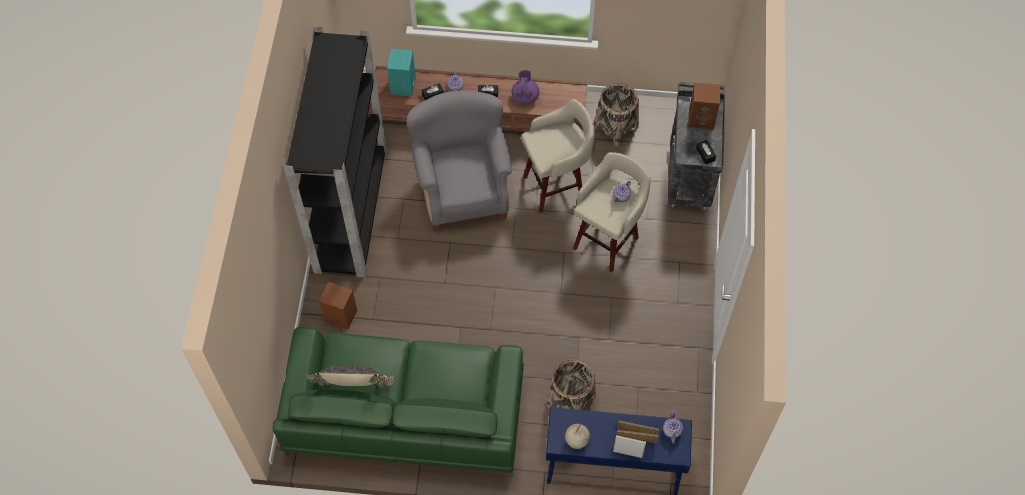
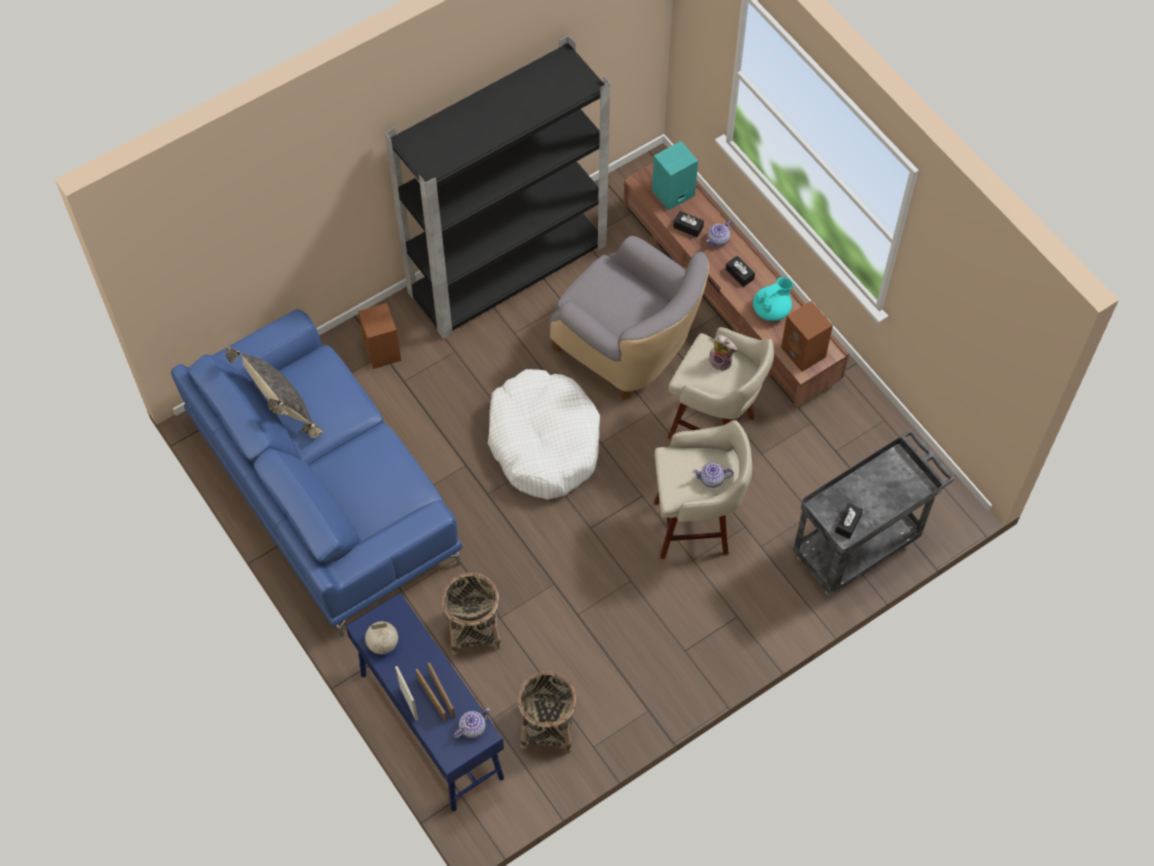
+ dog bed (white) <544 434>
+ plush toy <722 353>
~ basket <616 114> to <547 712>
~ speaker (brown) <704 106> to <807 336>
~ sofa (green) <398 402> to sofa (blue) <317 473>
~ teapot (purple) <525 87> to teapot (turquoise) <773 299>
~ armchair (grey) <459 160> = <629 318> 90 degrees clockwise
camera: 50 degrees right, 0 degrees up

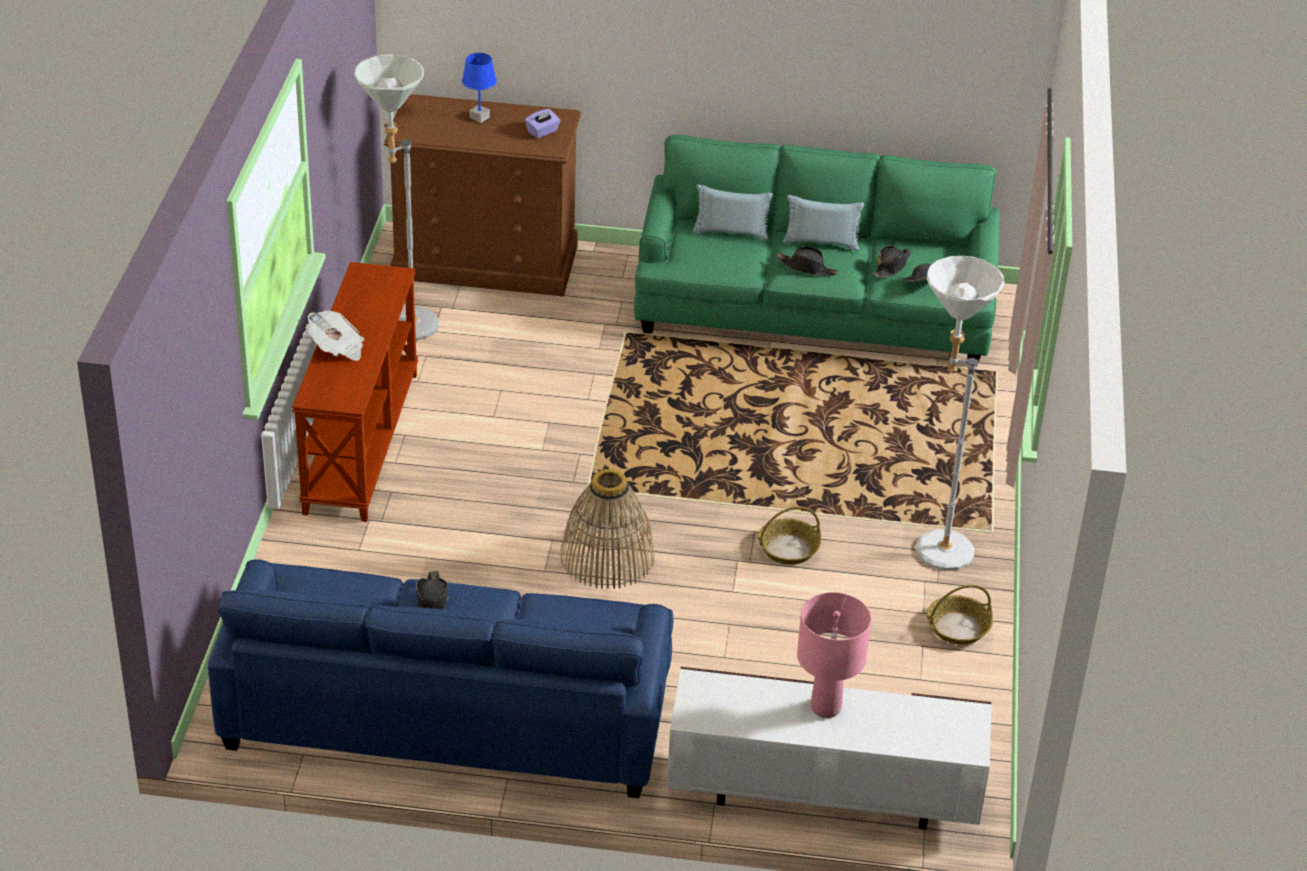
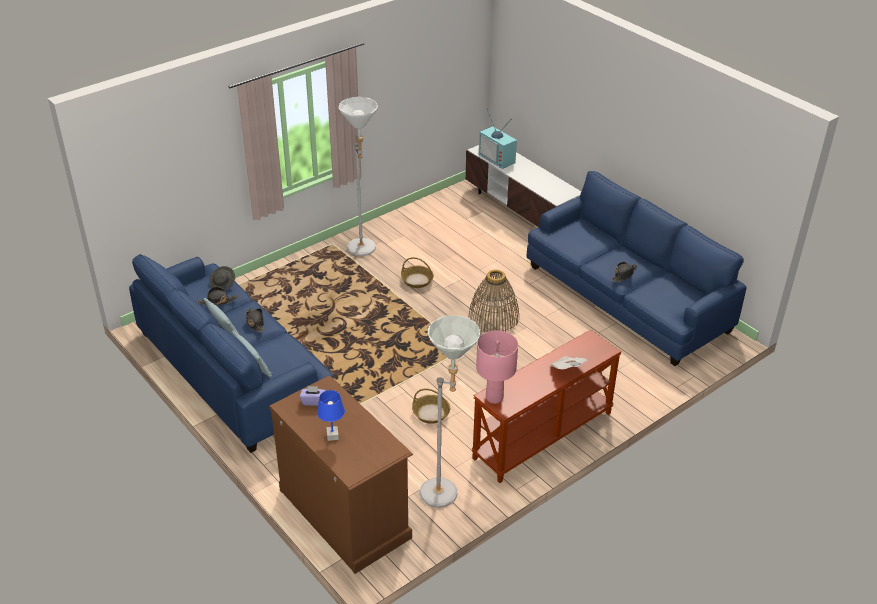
+ television <498 138>
~ table lamp (pink) <834 655> to <497 367>
~ basket <960 615> to <431 406>
~ sofa (green) <817 251> to sofa (blue) <231 353>
camera: 135 degrees left, 0 degrees up

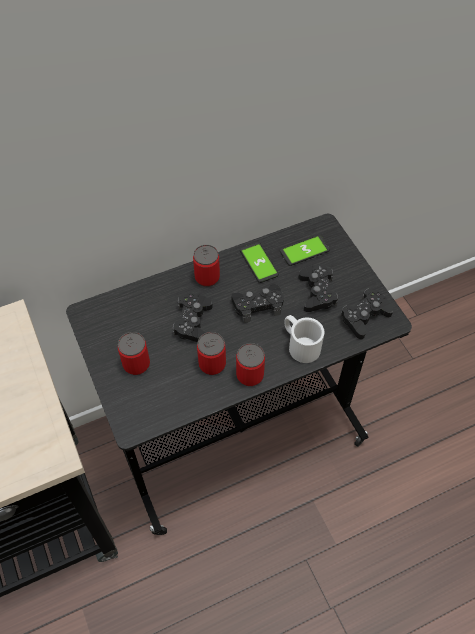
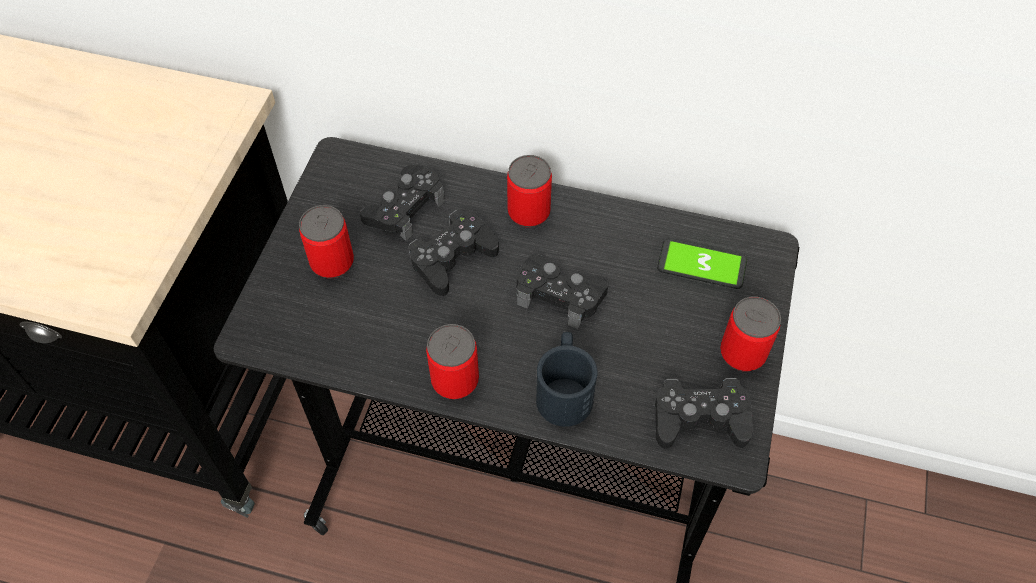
- phone <259 262>
~ can <211 353> to <750 334>
~ game controller (black) <318 288> to <402 203>
~ mug (white) <304 339> to mug (black) <566 379>
camera: 40 degrees right, 0 degrees up

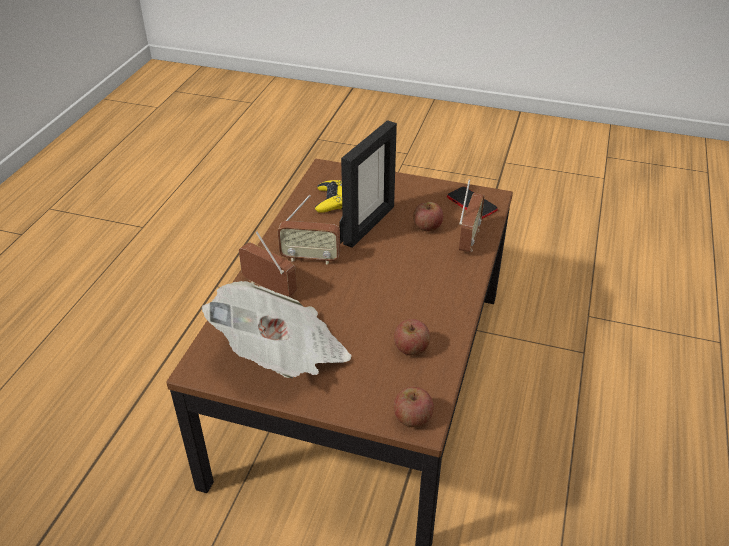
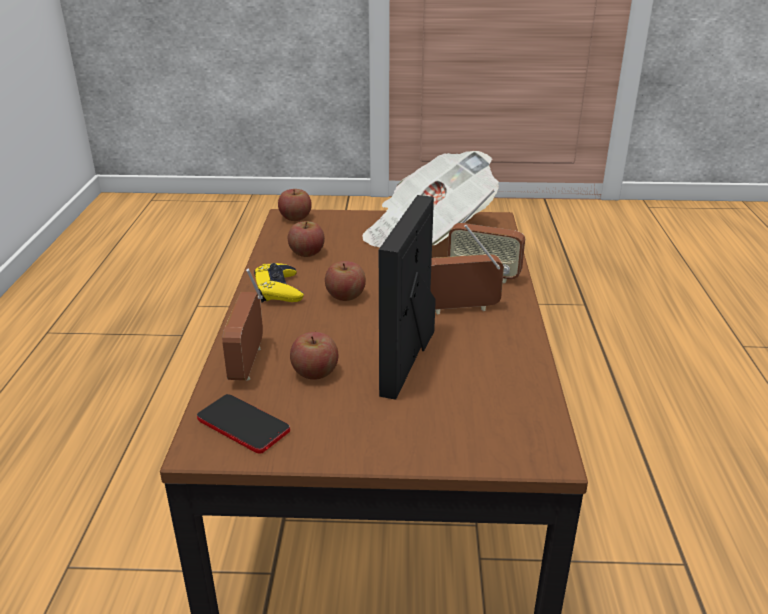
+ apple <345 281>
~ game controller (yellow) <328 196> to <279 282>
camera: 165 degrees right, 10 degrees down

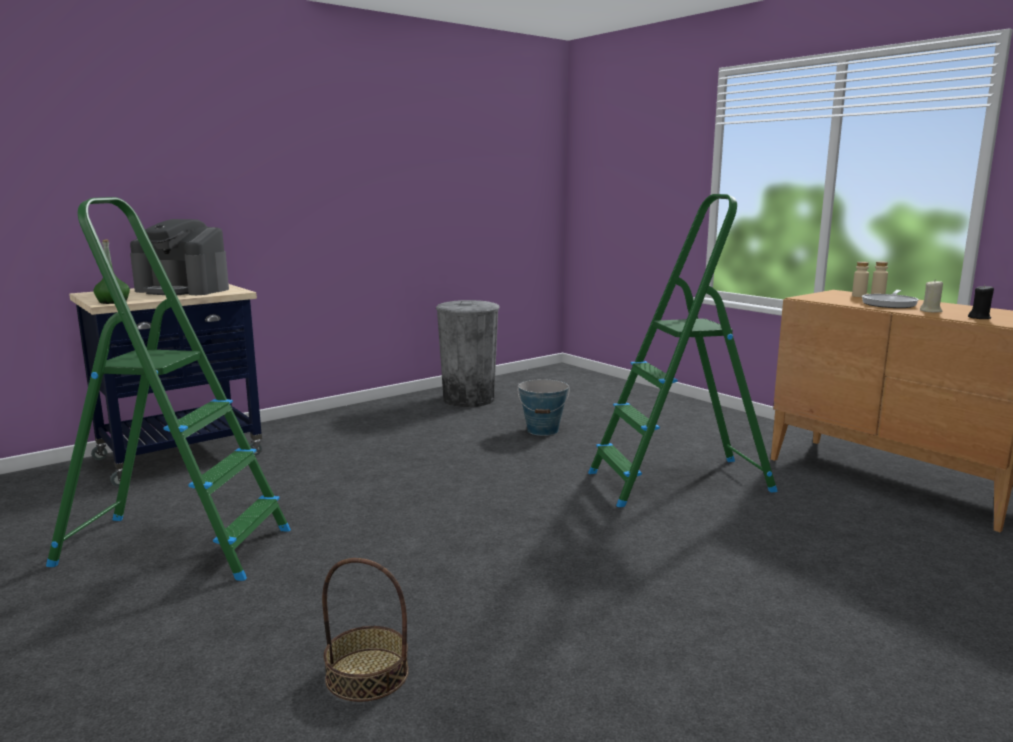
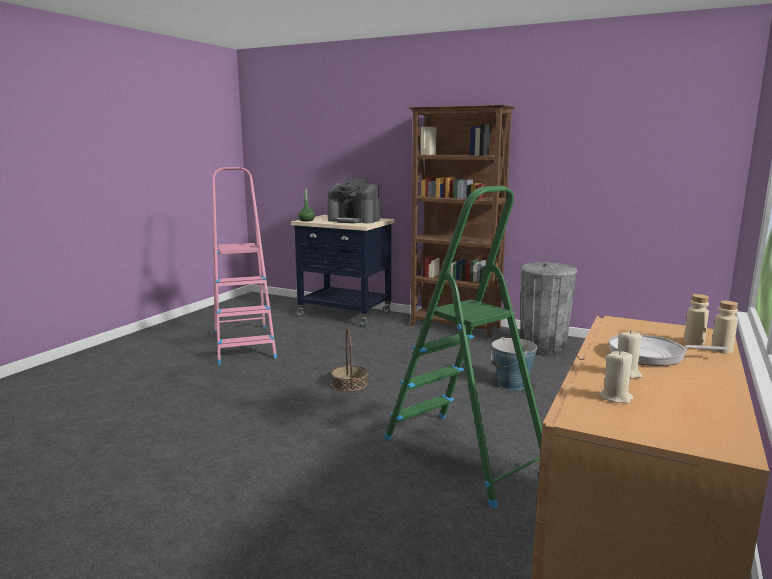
+ bookcase (brown) <462 221>
~ basket <365 630> to <349 360>
~ step ladder (green) <168 389> to step ladder (pink) <244 266>
~ candle (black) <981 302> to candle (beige) <616 376>
~ coffee machine <179 257> = <353 201> 60 degrees counterclockwise
camera: 65 degrees right, 0 degrees up

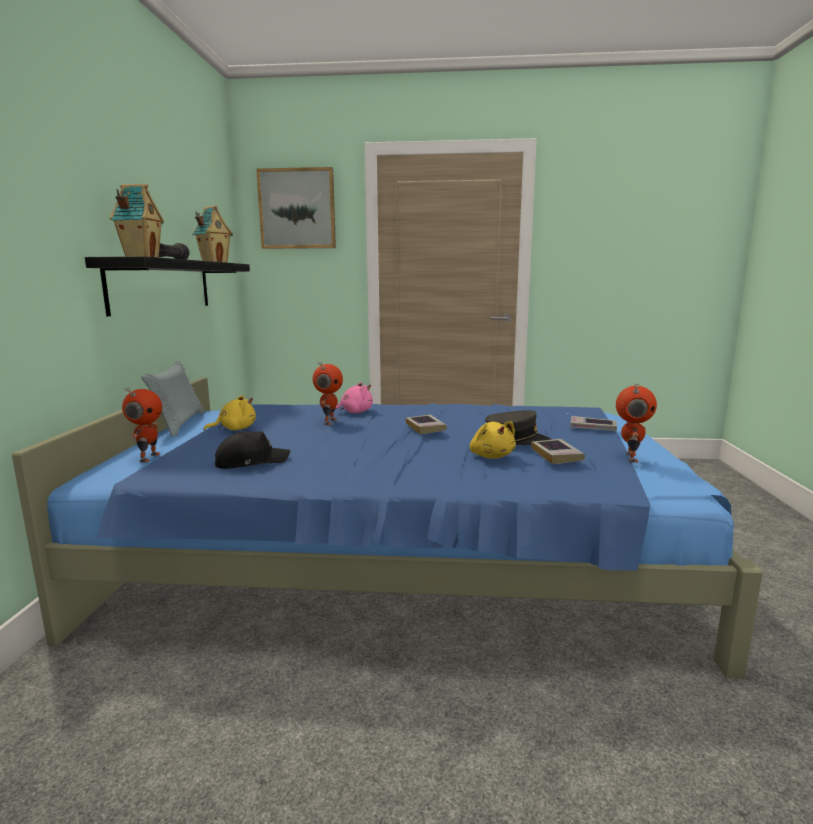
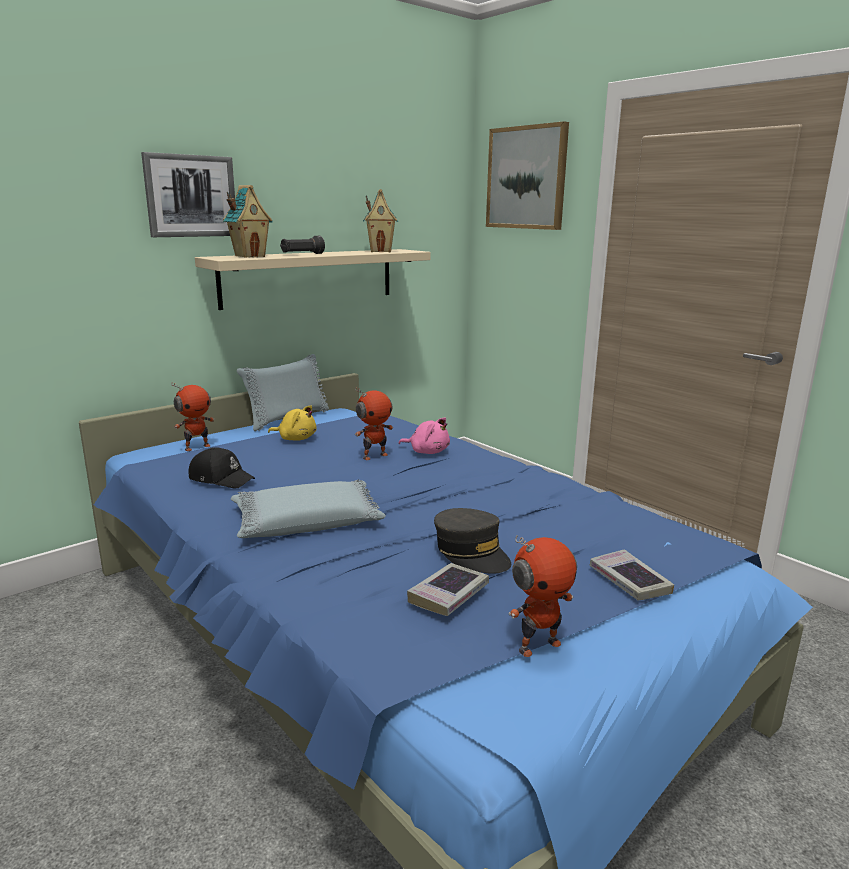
- book <426 424>
- plush toy (yellow) <493 440>
+ picture <188 194>
+ pillow (blue) <308 508>
~ shelf (black) <167 286> to shelf (beige) <313 279>
camera: 45 degrees right, 5 degrees up

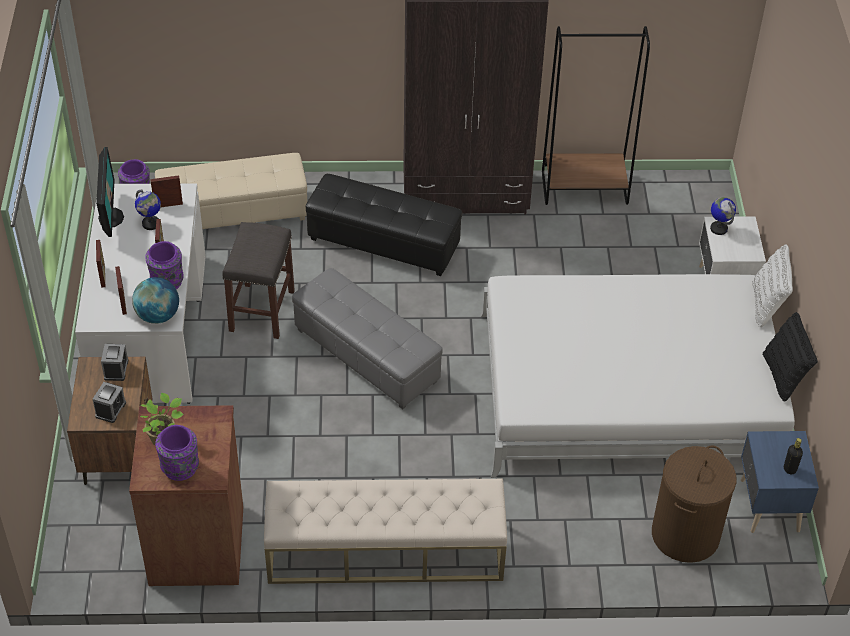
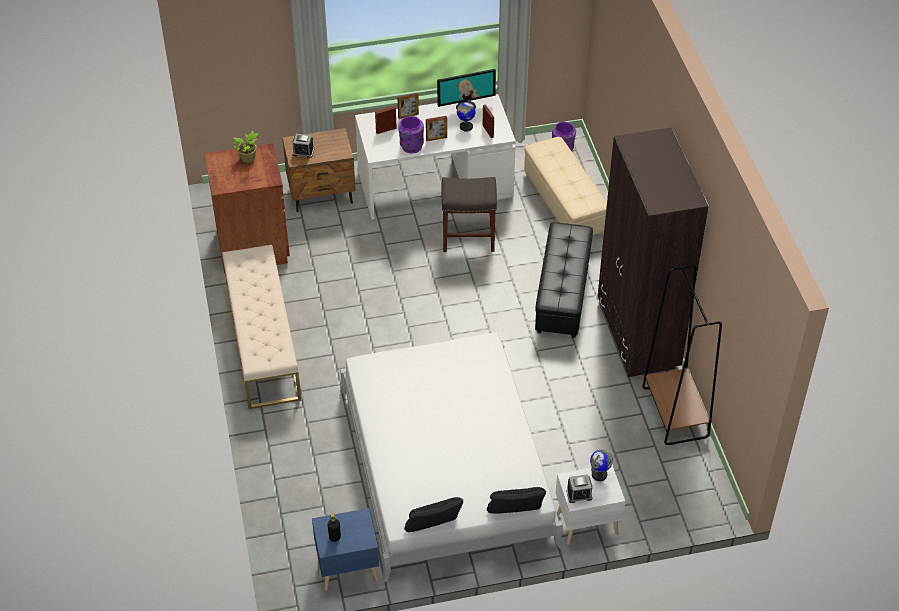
- globe <155 300>
- vase (purple) <177 453>
- ottoman (grey) <367 338>
- laundry basket (brown) <694 504>
~ alarm clock <114 362> to <579 488>
~ pillow (white) <772 285> to pillow (black) <516 500>
camera: 80 degrees right, 0 degrees up

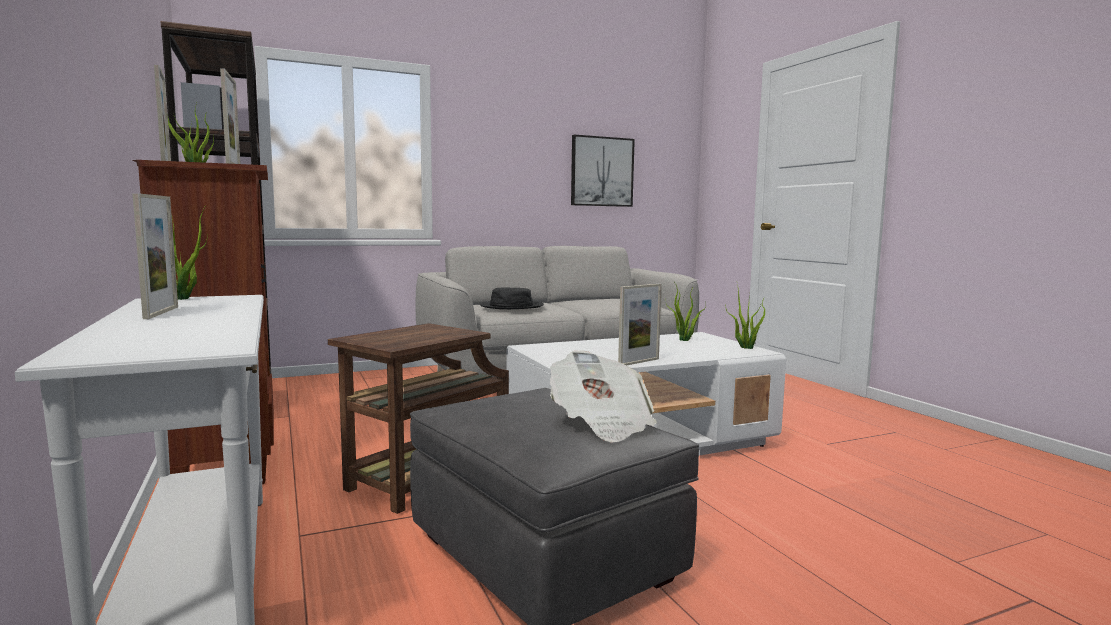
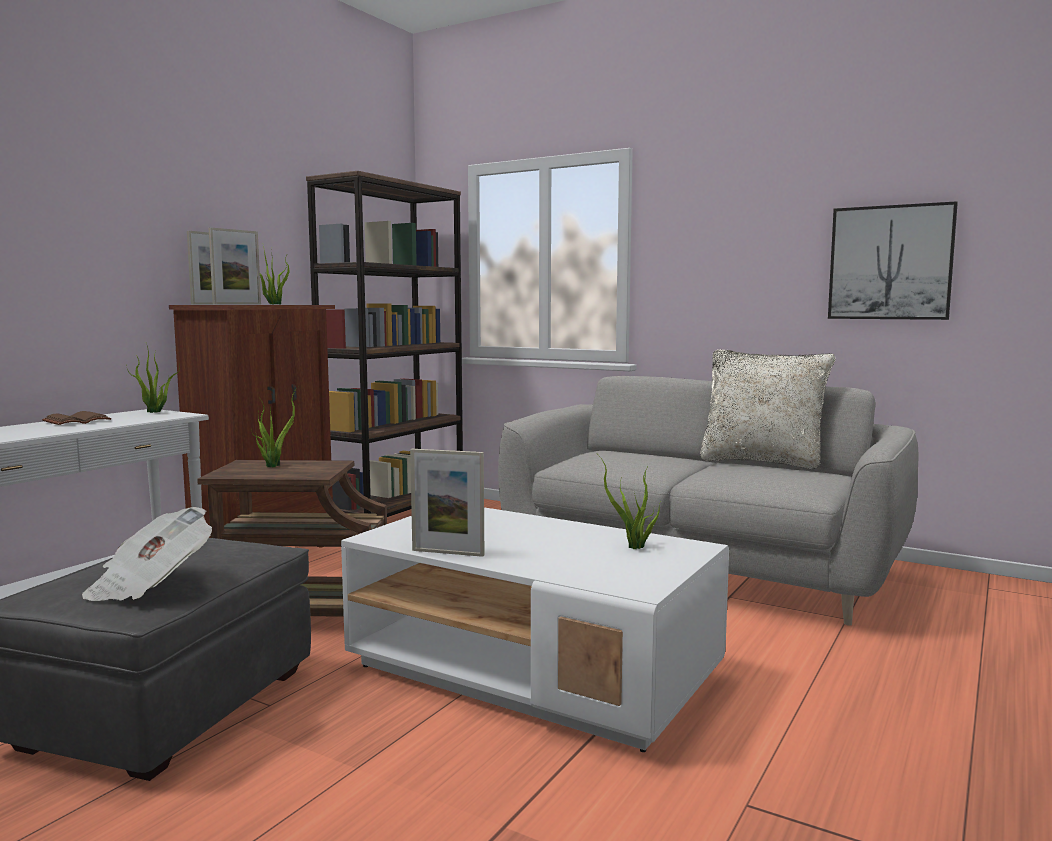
- hat (black) <511 298>
+ pillow (beige) <767 409>
~ potted plant <745 316> to <275 426>
~ picture frame <155 256> to book (brown) <76 418>
camera: 55 degrees right, 0 degrees up

